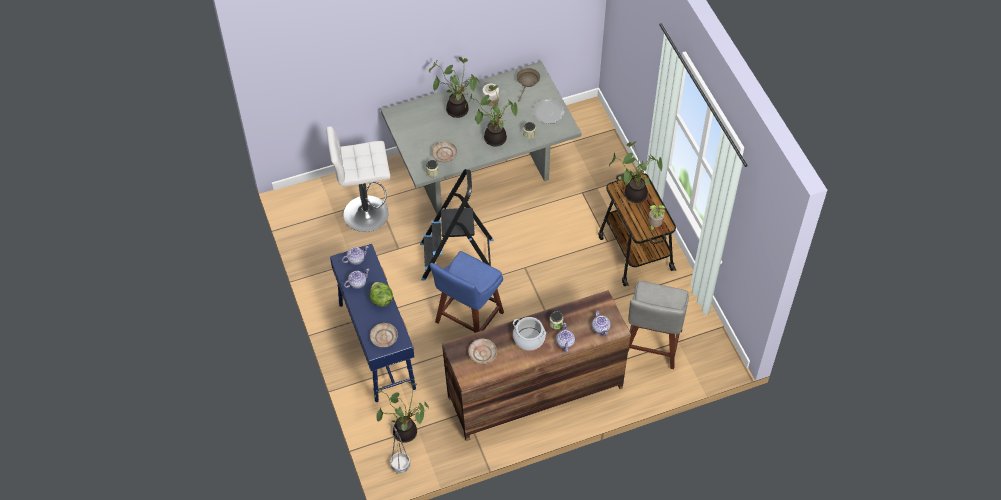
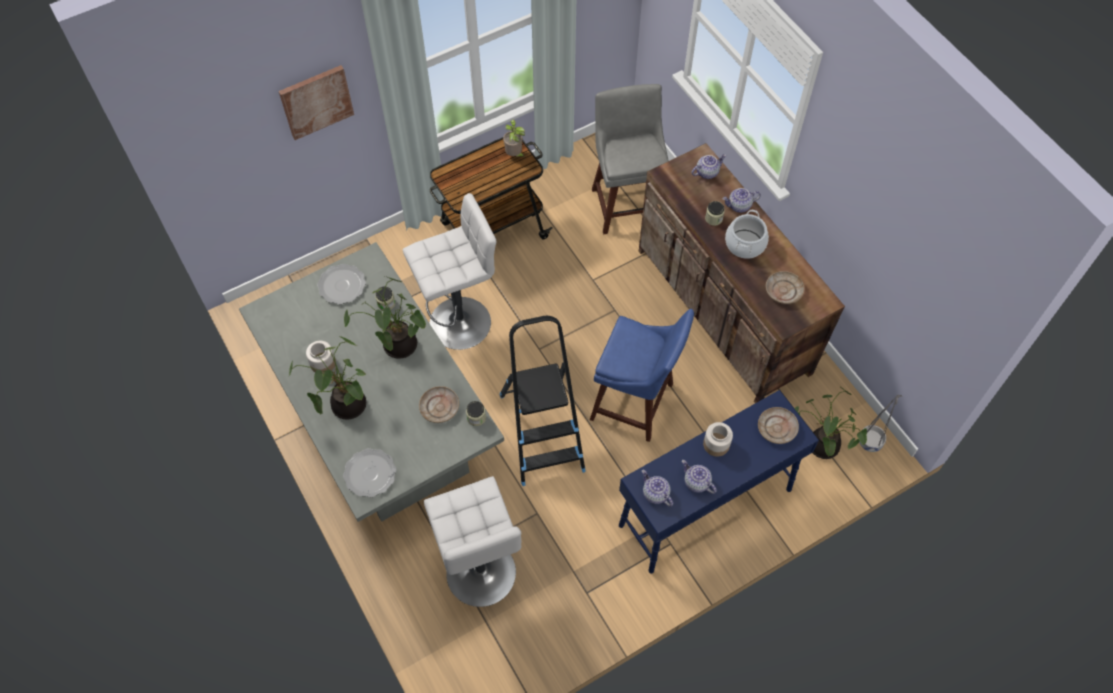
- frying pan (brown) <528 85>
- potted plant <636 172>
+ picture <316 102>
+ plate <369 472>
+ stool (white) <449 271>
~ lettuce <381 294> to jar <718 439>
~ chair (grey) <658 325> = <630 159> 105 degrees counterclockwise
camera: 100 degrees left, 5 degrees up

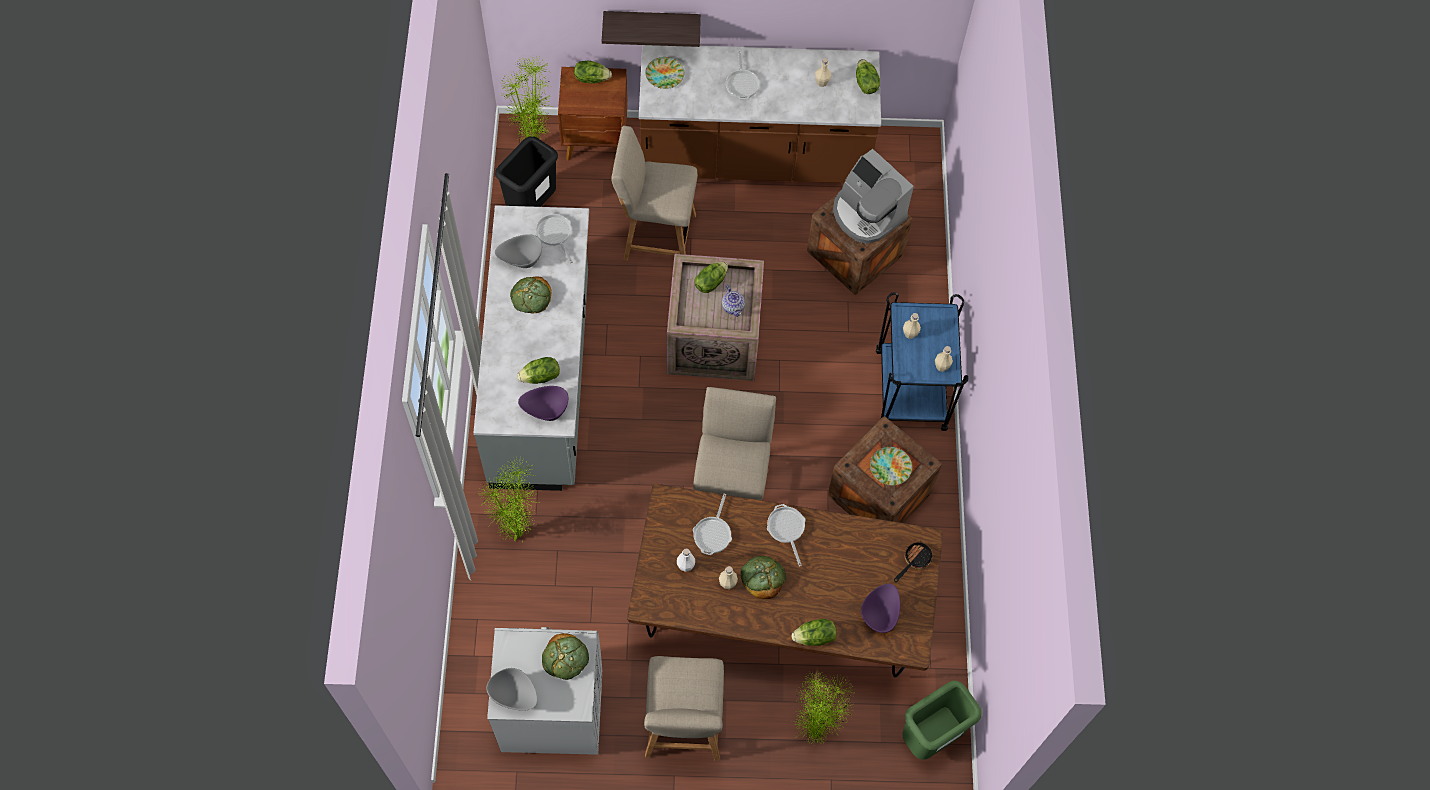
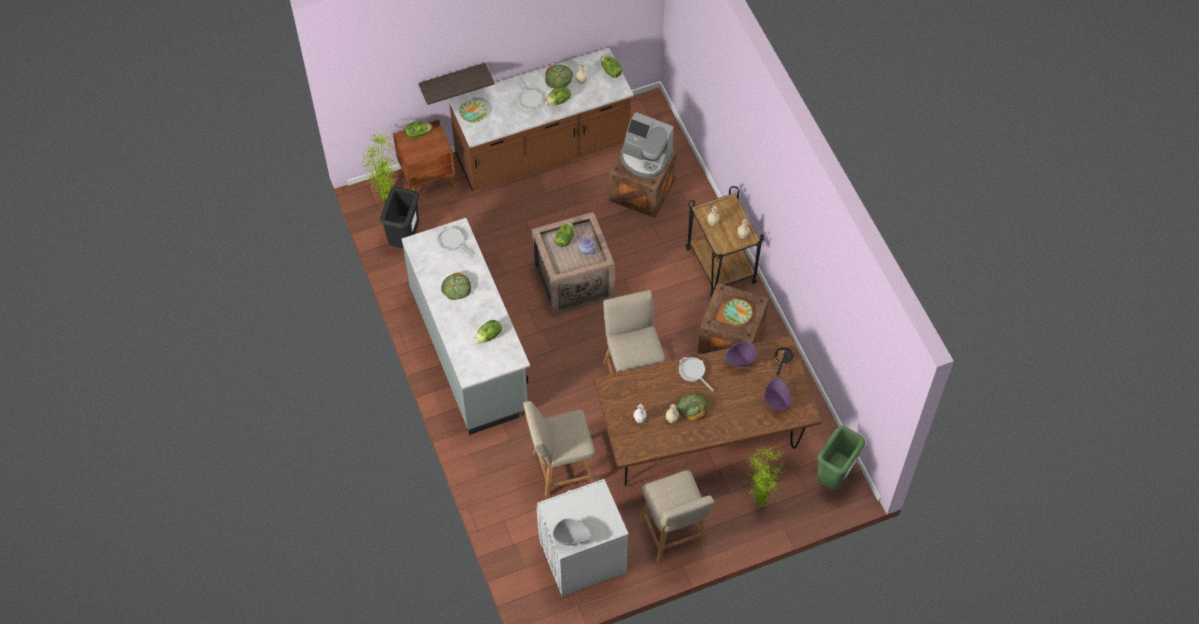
- potted plant <508 499>
- bowl (grey) <518 251>
- frying pan <712 524>
~ bowl (purple) <543 403> to <740 354>
~ bread <565 656> to <559 76>
~ chair (beige) <654 193> to <559 449>
~ lettuce <814 632> to <558 96>
~ cart (blue) <922 361> to cart (brown) <724 241>
camera: 20 degrees left, 5 degrees down

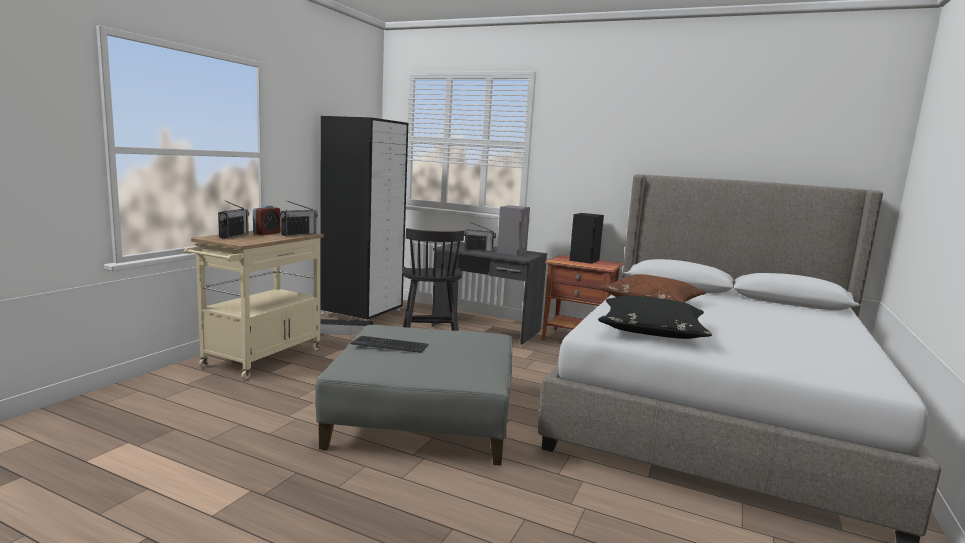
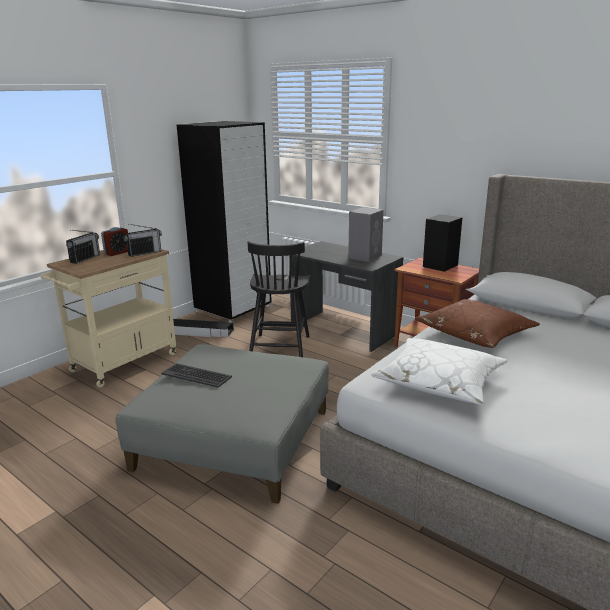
- radio <480 237>
~ pillow (black) <655 317> to pillow (white) <439 371>
camera: 15 degrees right, 10 degrees up

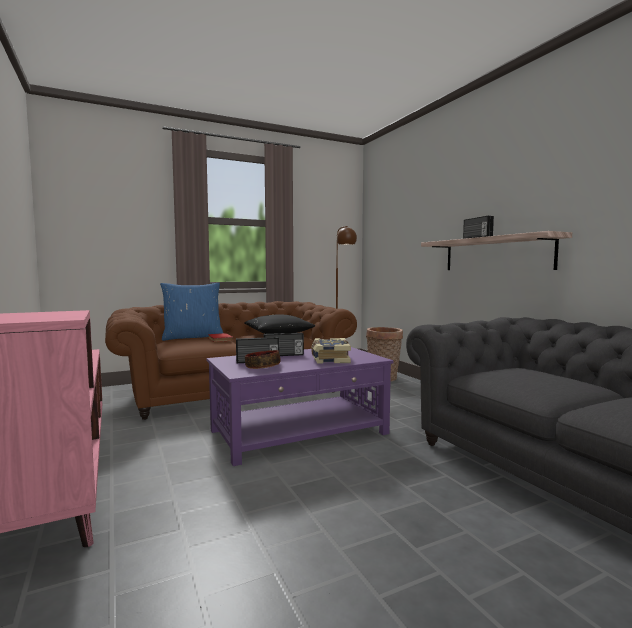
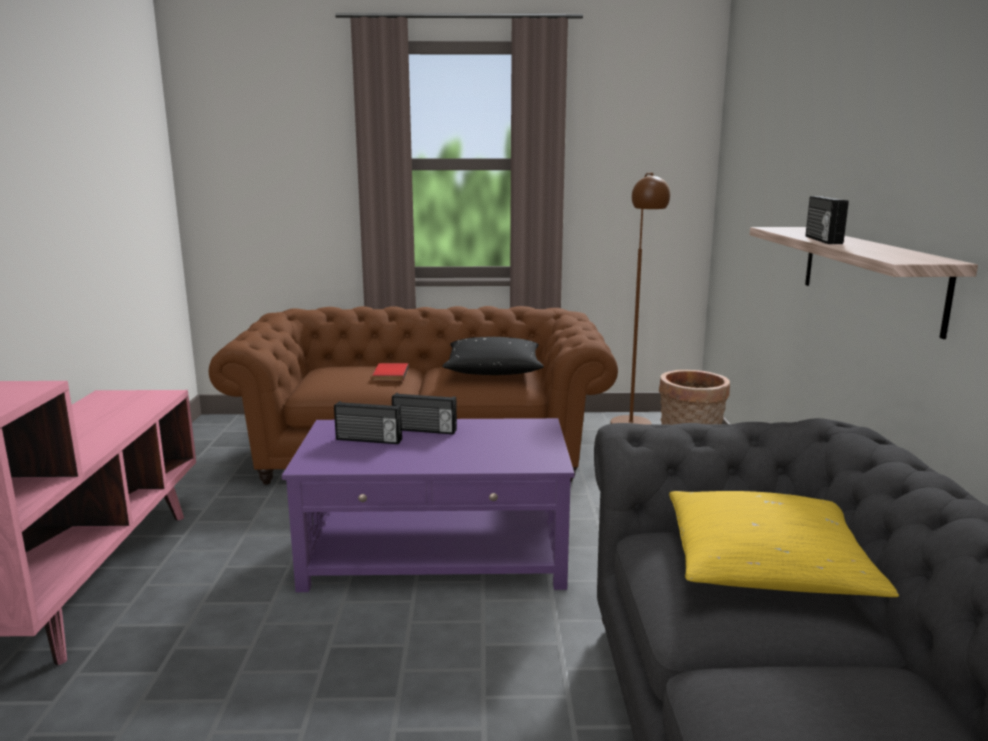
- pillow (blue) <191 312>
- bowl <263 359>
- book <331 351>
+ pillow (yellow) <784 544>
camera: 25 degrees right, 10 degrees up

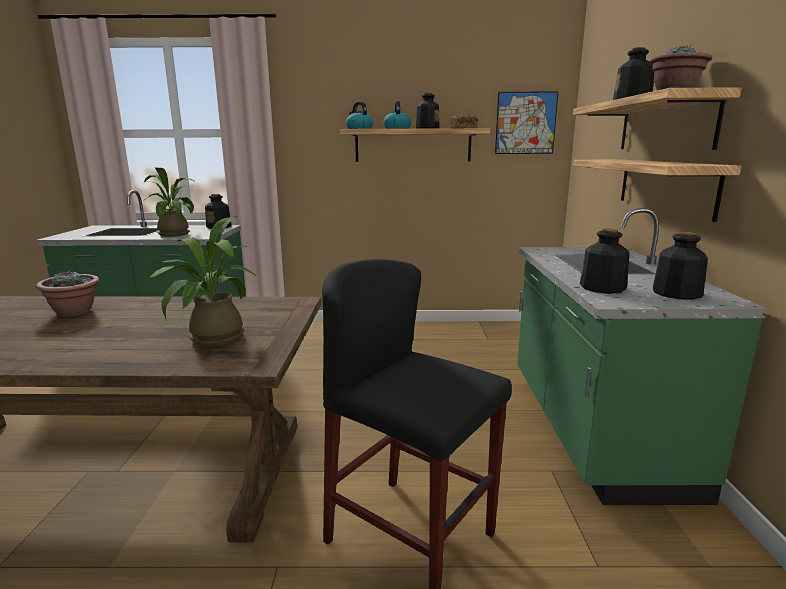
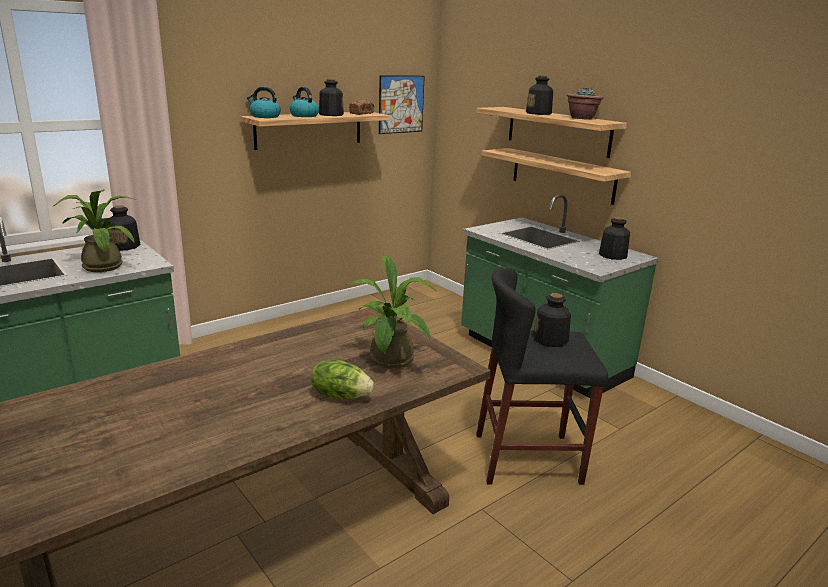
- potted plant <67 293>
+ lettuce <342 379>
~ bottle <605 261> to <552 320>
camera: 40 degrees left, 5 degrees up

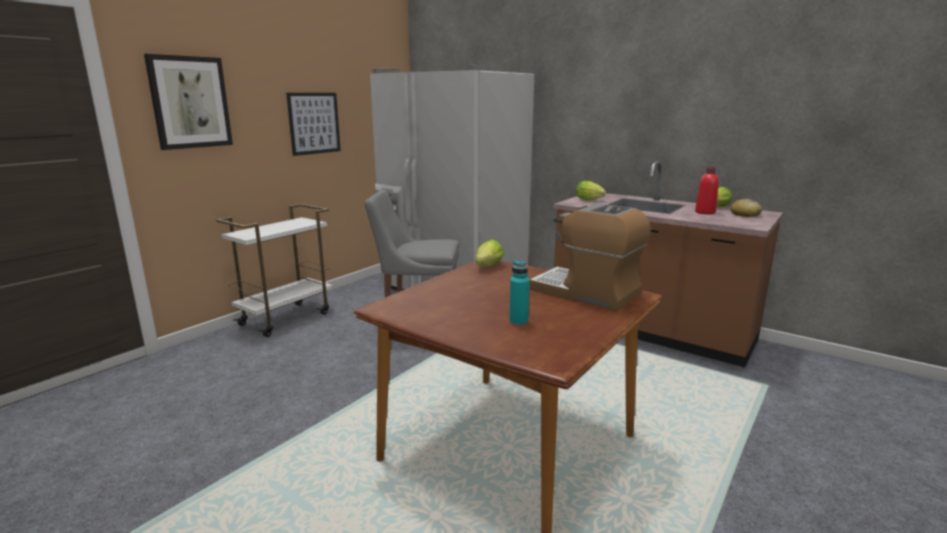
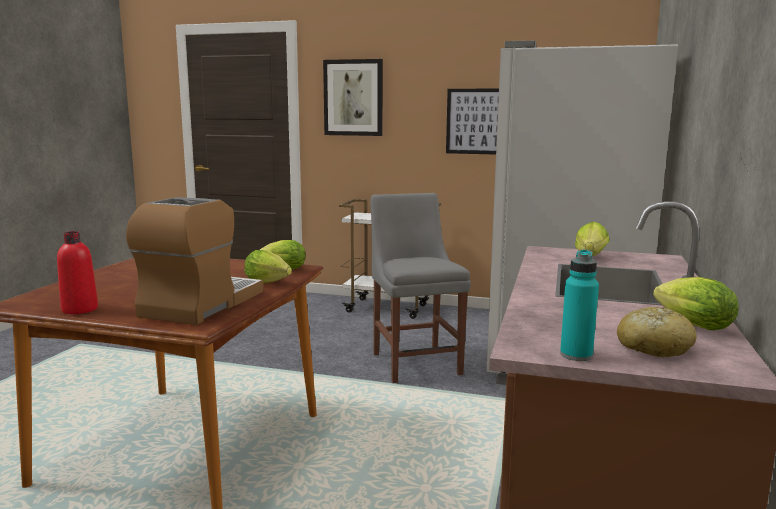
+ lettuce <268 266>
~ bottle (turquoise) <519 293> to <579 305>
~ bottle (red) <707 190> to <77 272>
camera: 70 degrees right, 5 degrees down

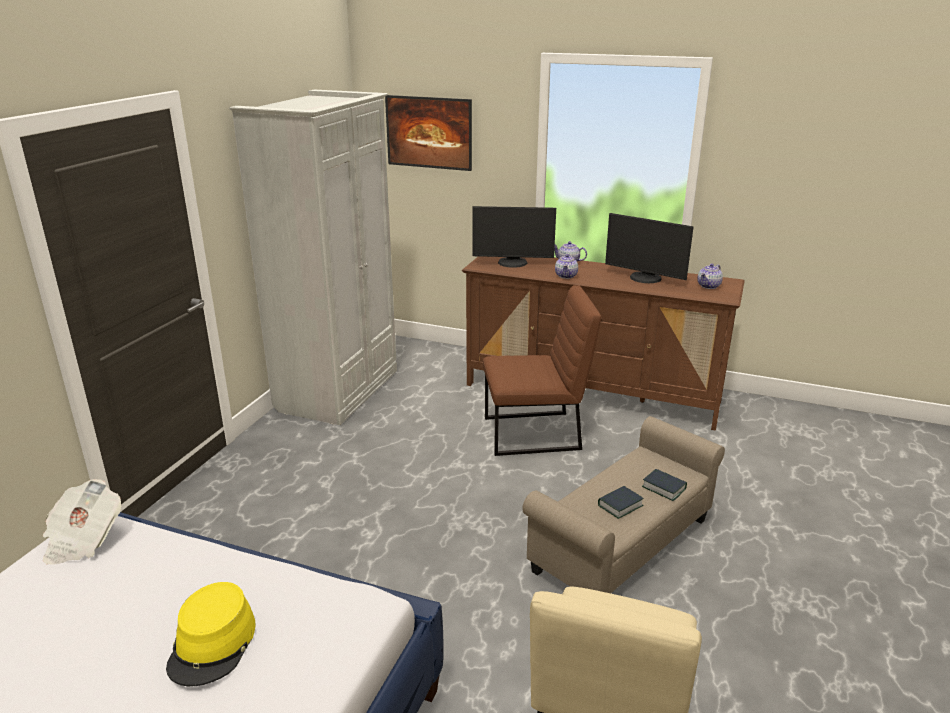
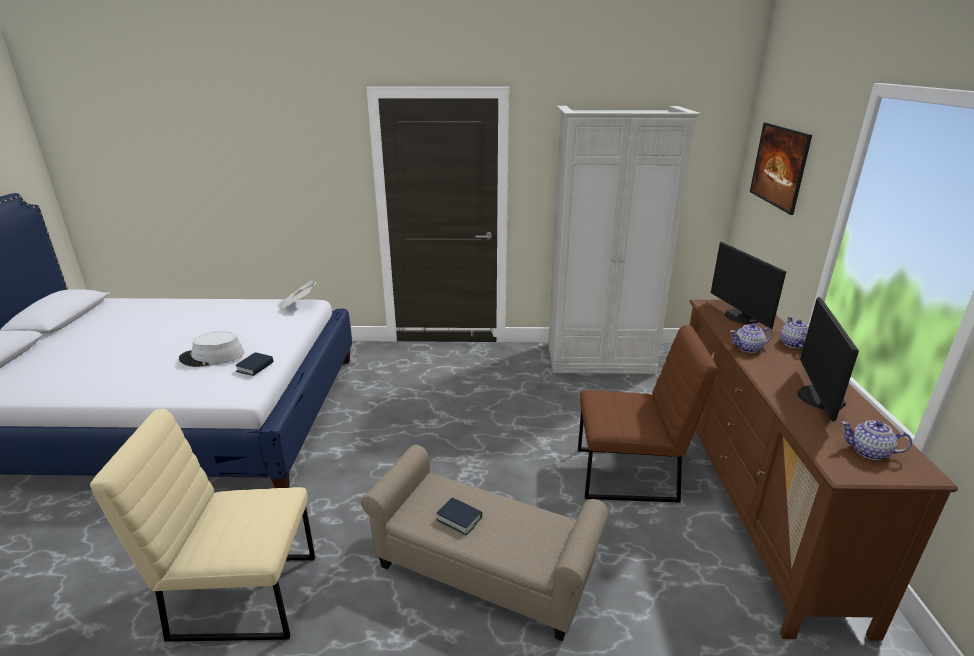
~ book <664 485> to <254 364>
~ hat (yellow) <211 634> to hat (grey) <211 349>
~ chair (brown) <542 370> = <647 414> 60 degrees counterclockwise
camera: 70 degrees right, 0 degrees up

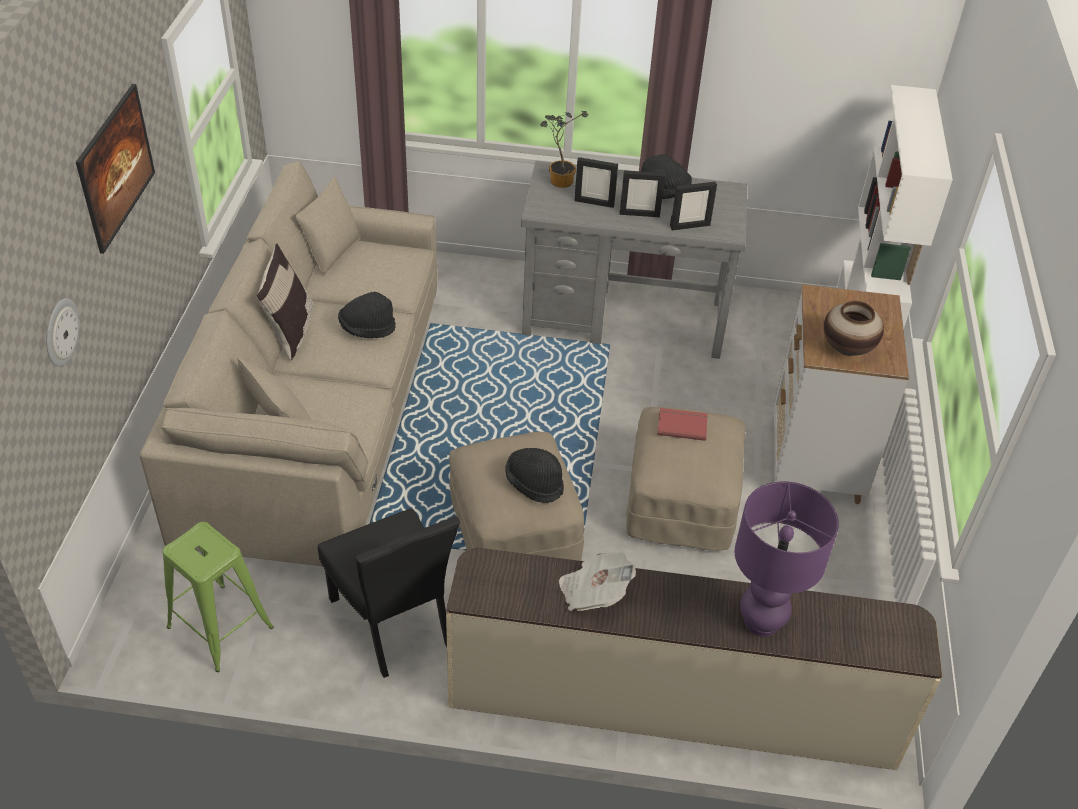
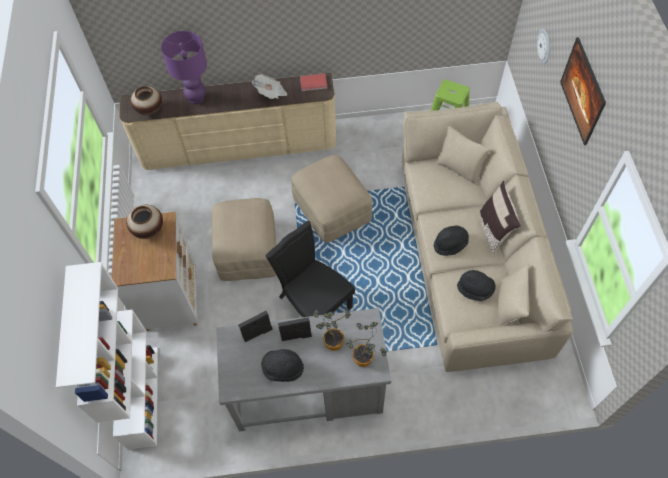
+ vase <146 100>
~ chair (black) <389 593> to <310 268>
~ hat (black) <534 475> to <476 285>
~ book (red) <682 424> to <313 82>
~ picture frame <596 182> to potted plant <332 330>
camera: 170 degrees right, 15 degrees up

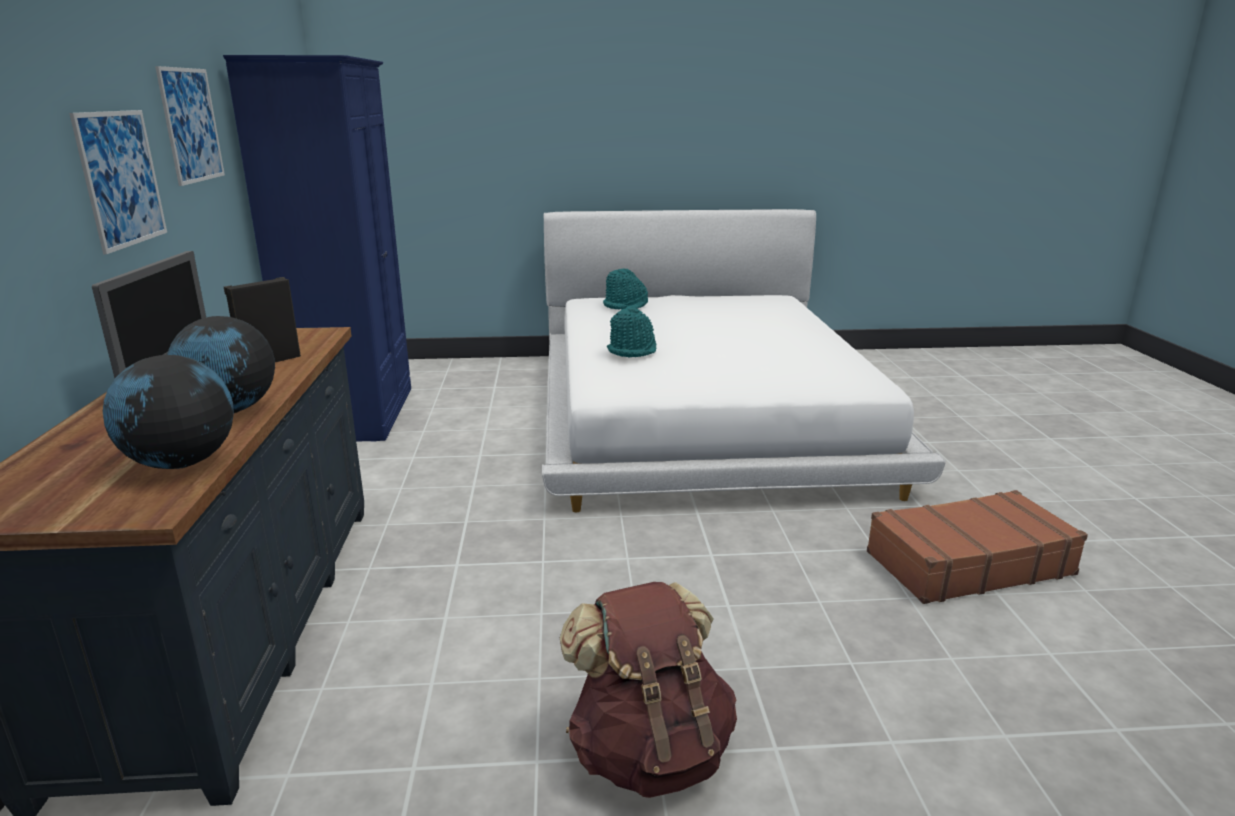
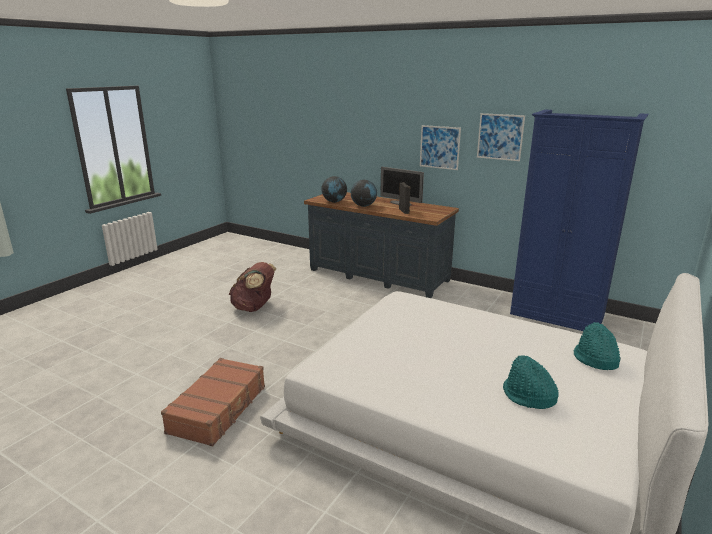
~ hat (turquoise) <632 331> to <531 382>
camera: 125 degrees right, 0 degrees up

